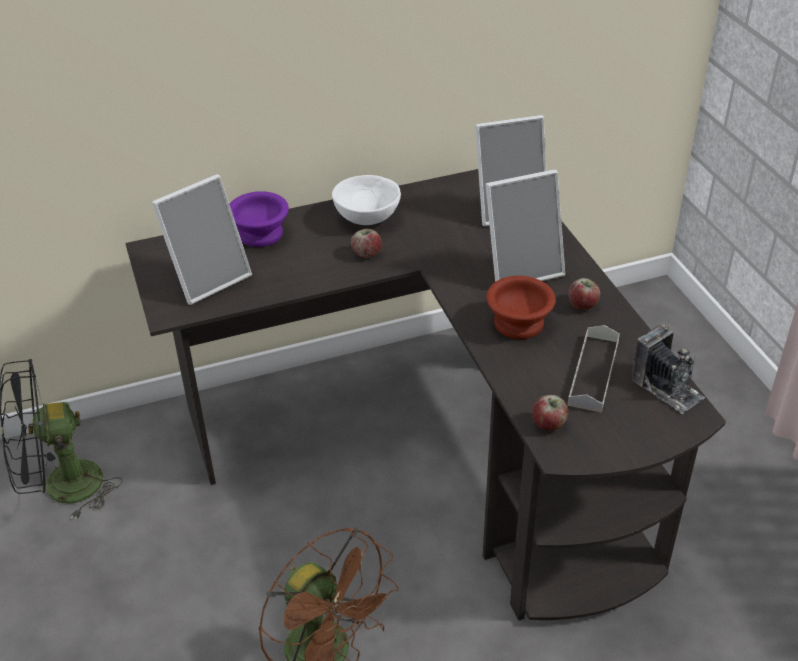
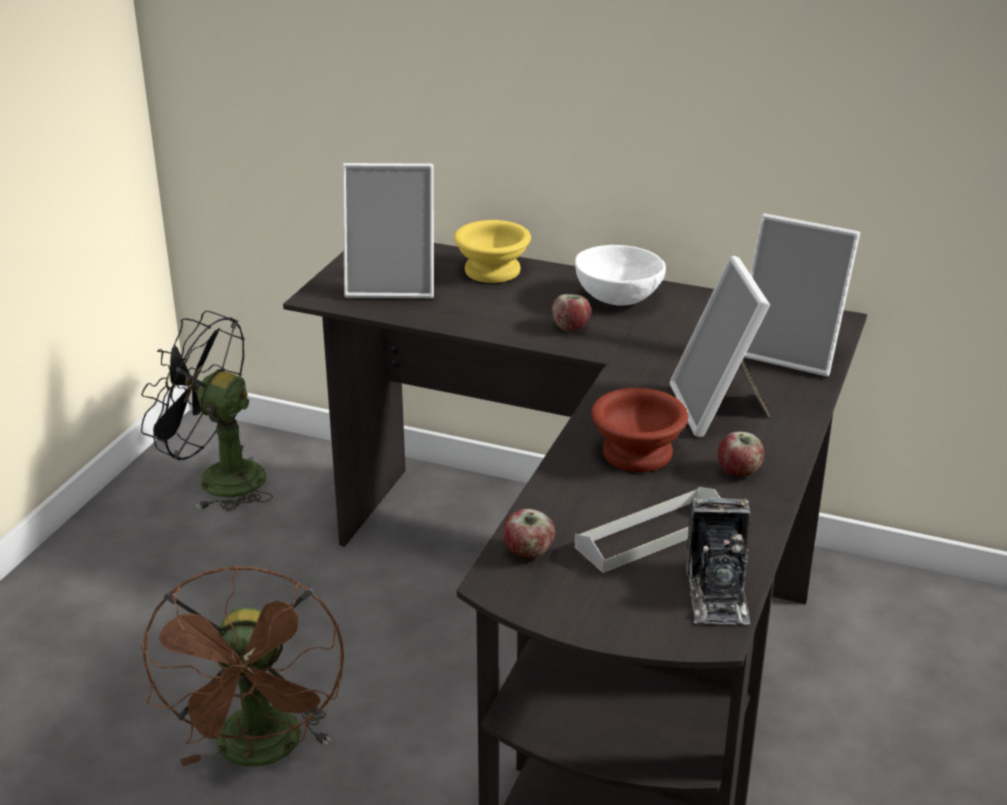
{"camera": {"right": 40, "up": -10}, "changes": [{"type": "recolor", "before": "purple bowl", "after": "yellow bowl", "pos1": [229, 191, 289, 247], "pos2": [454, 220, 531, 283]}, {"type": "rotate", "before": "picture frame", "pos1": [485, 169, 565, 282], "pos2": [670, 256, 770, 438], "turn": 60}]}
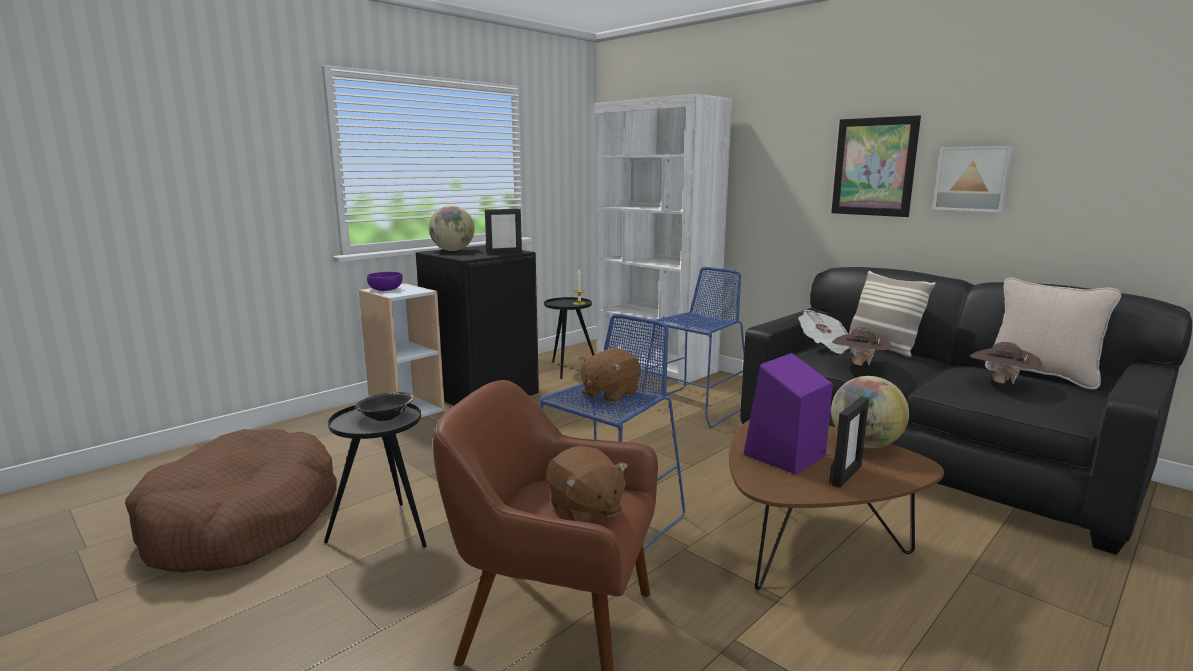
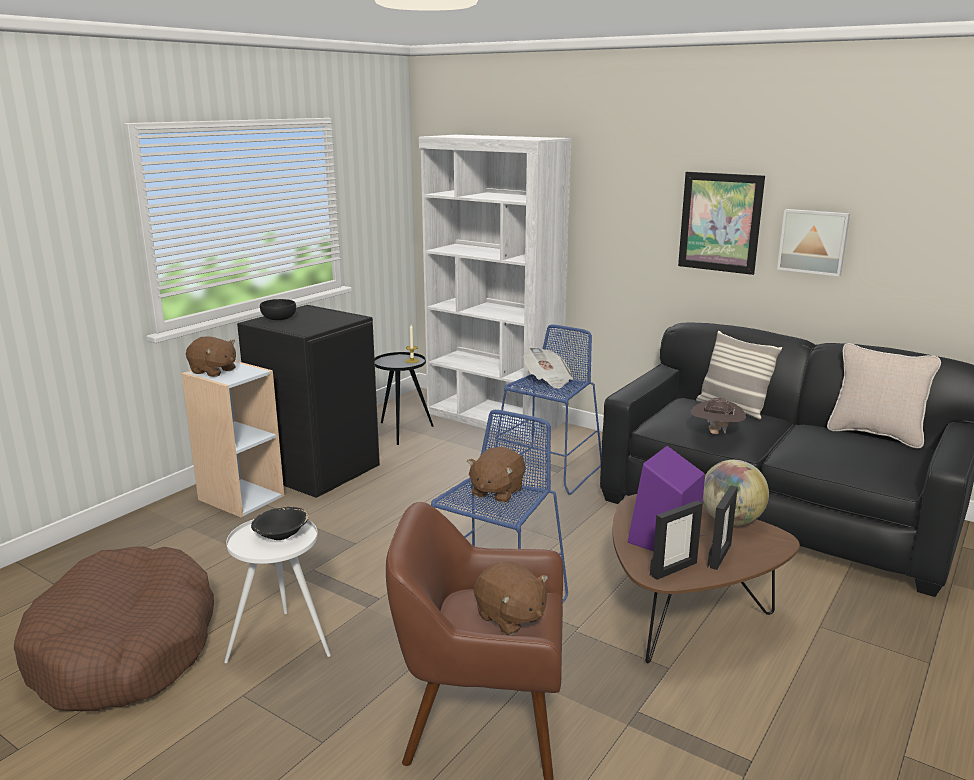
{"camera": {"right": -10, "up": 5}, "changes": [{"type": "delete", "before": "brown hat", "pos1": [970, 342, 1042, 384]}, {"type": "move", "before": "picture frame", "pos1": [485, 209, 522, 254], "pos2": [650, 500, 703, 580]}, {"type": "move", "before": "newspaper", "pos1": [798, 310, 850, 354], "pos2": [523, 347, 573, 389]}, {"type": "replace", "before": "purple bowl", "after": "brown plush toy", "pos1": [367, 272, 403, 291], "pos2": [186, 336, 236, 377]}, {"type": "replace", "before": "globe", "after": "black bowl", "pos1": [429, 206, 475, 251], "pos2": [260, 299, 296, 320]}, {"type": "recolor", "before": "black side table", "after": "white side table", "pos1": [324, 403, 427, 548], "pos2": [224, 519, 331, 663]}]}
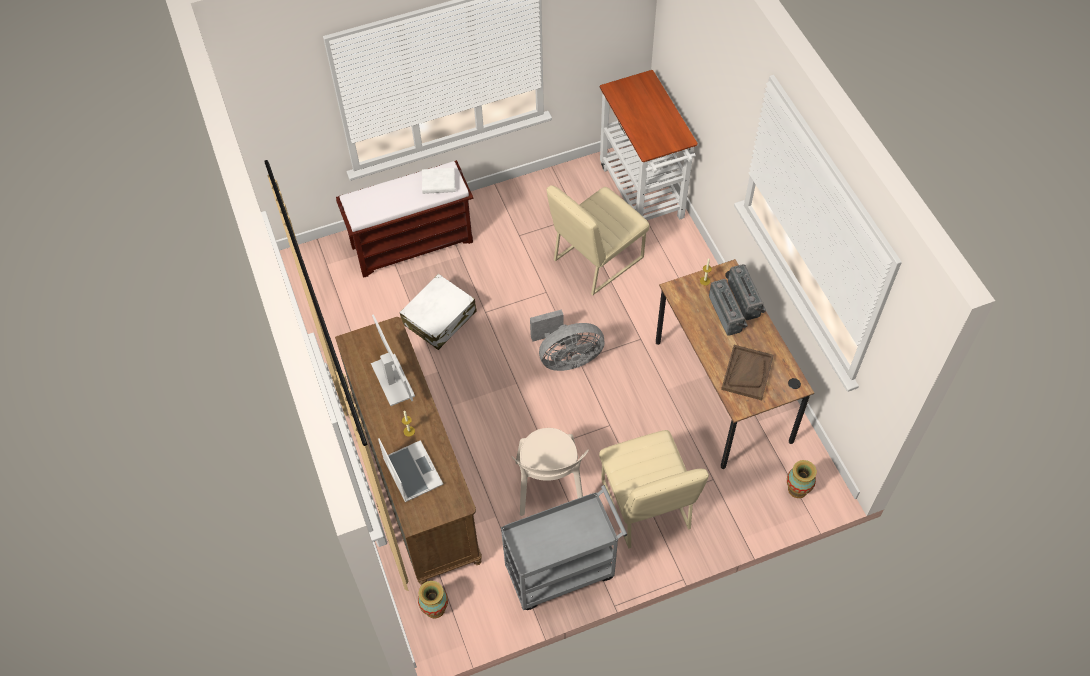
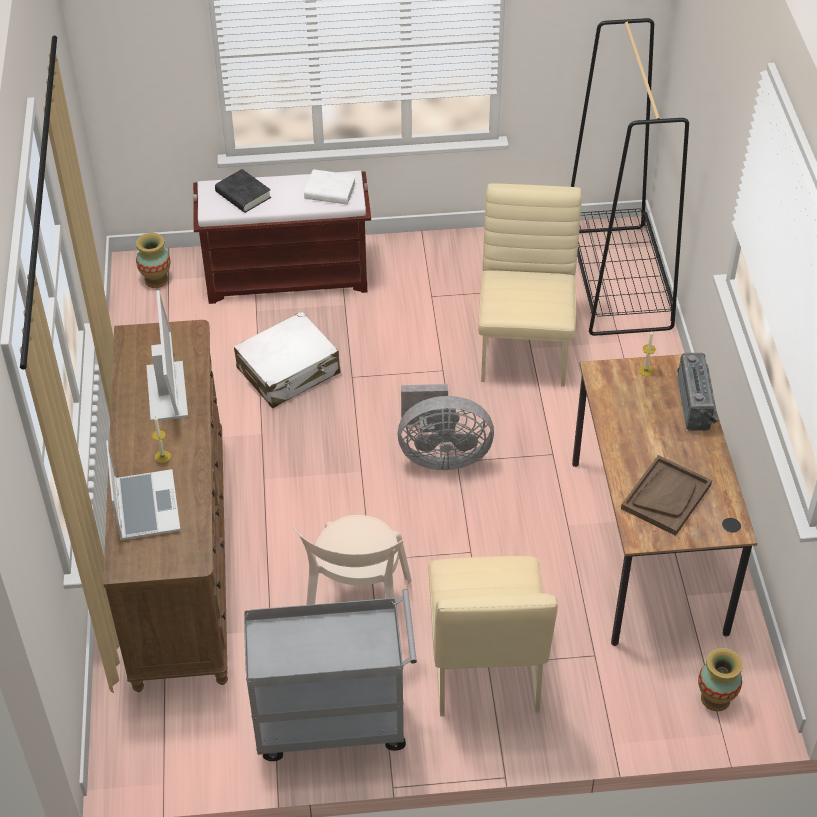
{"camera": {"right": 15, "up": -10}, "changes": [{"type": "delete", "before": "radio", "pos1": [709, 279, 748, 336]}, {"type": "insert", "after": "black book", "pos2": [215, 169, 271, 213]}, {"type": "move", "before": "vase", "pos1": [418, 581, 448, 618], "pos2": [136, 233, 171, 288]}, {"type": "replace", "before": "white cart", "after": "black clothes rack", "pos1": [600, 70, 698, 220], "pos2": [571, 18, 689, 336]}, {"type": "rotate", "before": "beige chair", "pos1": [547, 185, 649, 295], "pos2": [478, 183, 582, 386], "turn": 120}]}
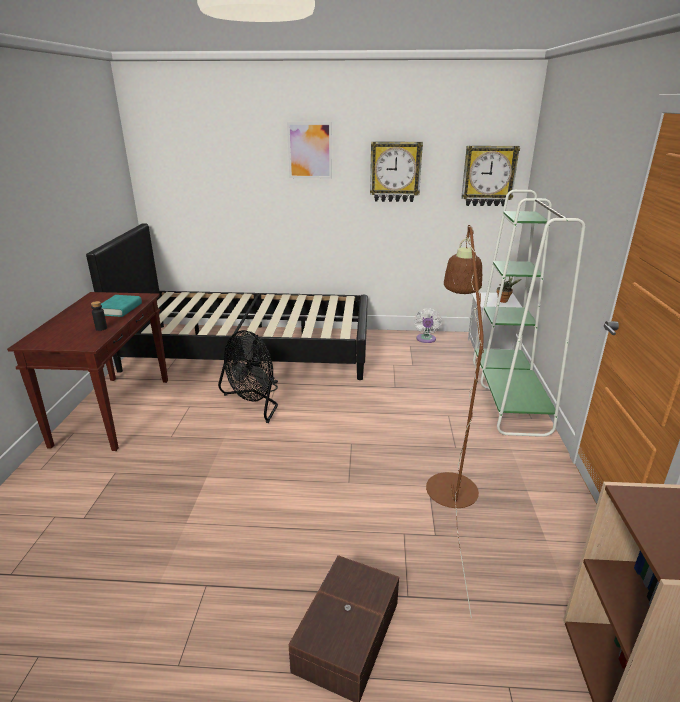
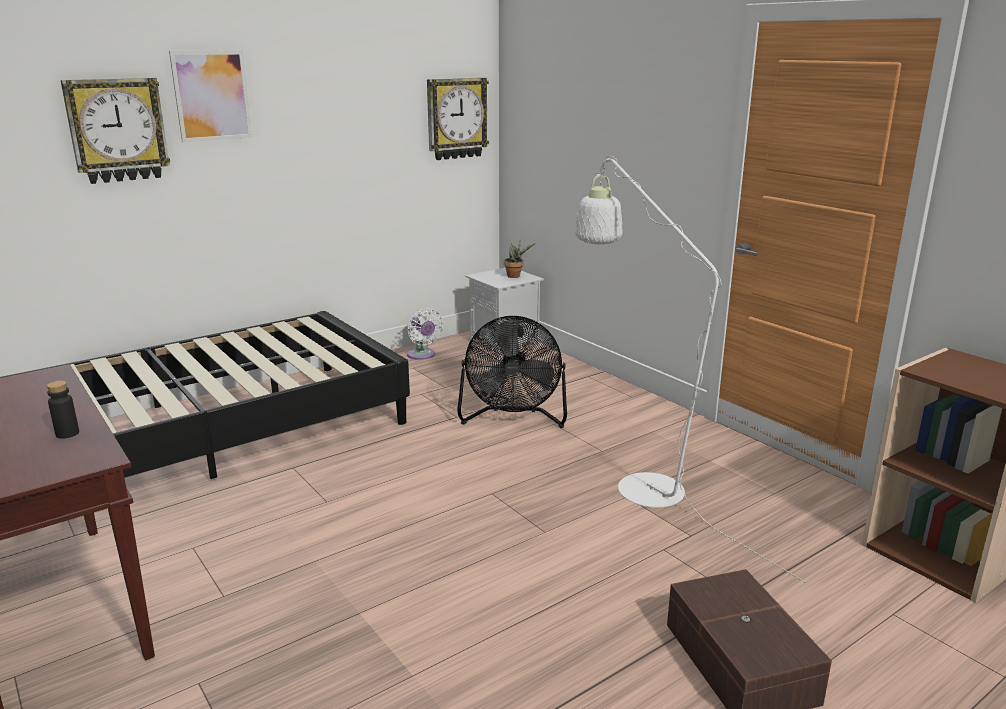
{"camera": {"right": -40, "up": -5}, "changes": [{"type": "delete", "before": "turquoise book", "pos1": [101, 295, 142, 317]}, {"type": "delete", "before": "green clothes rack", "pos1": [473, 190, 586, 437]}, {"type": "move", "before": "black fan", "pos1": [218, 330, 278, 423], "pos2": [457, 316, 567, 428]}, {"type": "move", "before": "wall clock", "pos1": [370, 141, 423, 202], "pos2": [61, 78, 170, 184]}, {"type": "recolor", "before": "brown floor lamp", "after": "white floor lamp", "pos1": [426, 225, 484, 619], "pos2": [575, 156, 807, 584]}]}
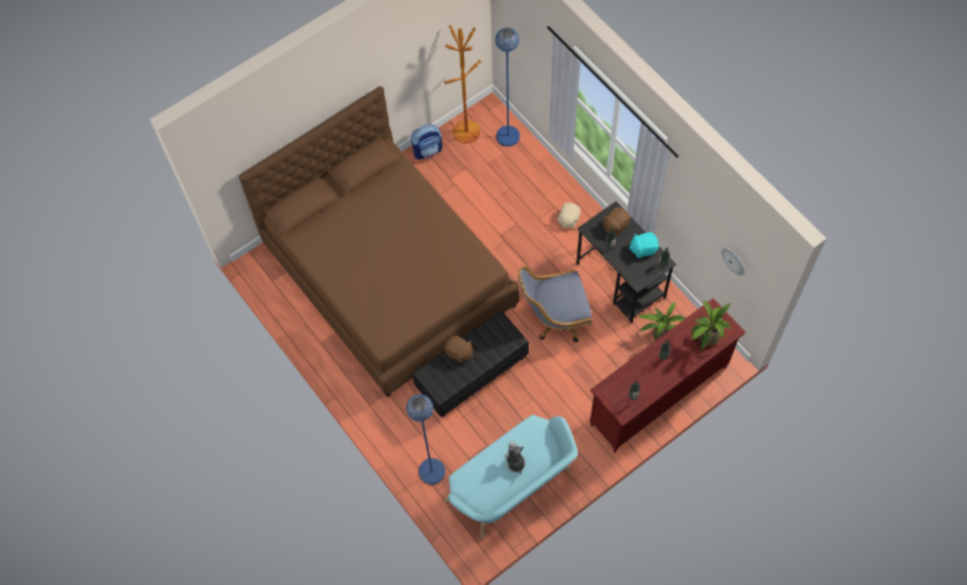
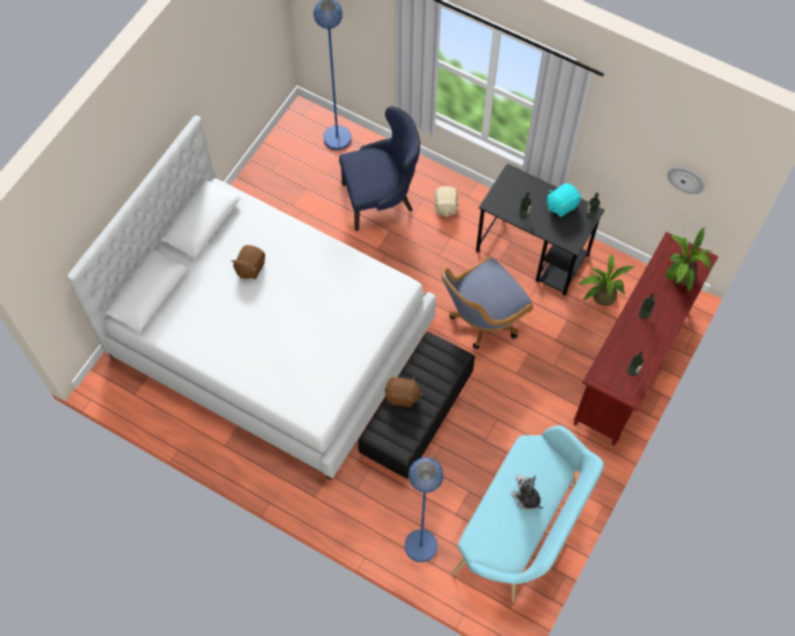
{"camera": {"right": -25, "up": 0}, "changes": [{"type": "delete", "before": "backpack", "pos1": [411, 124, 442, 159]}, {"type": "delete", "before": "orange clothes rack", "pos1": [445, 25, 481, 144]}, {"type": "insert", "after": "blue chair", "pos2": [339, 106, 420, 231]}, {"type": "move", "before": "brown plush toy", "pos1": [603, 207, 631, 236], "pos2": [232, 245, 265, 279]}, {"type": "recolor", "before": "brown bed", "after": "white bed", "pos1": [239, 86, 519, 397], "pos2": [67, 116, 436, 480]}]}
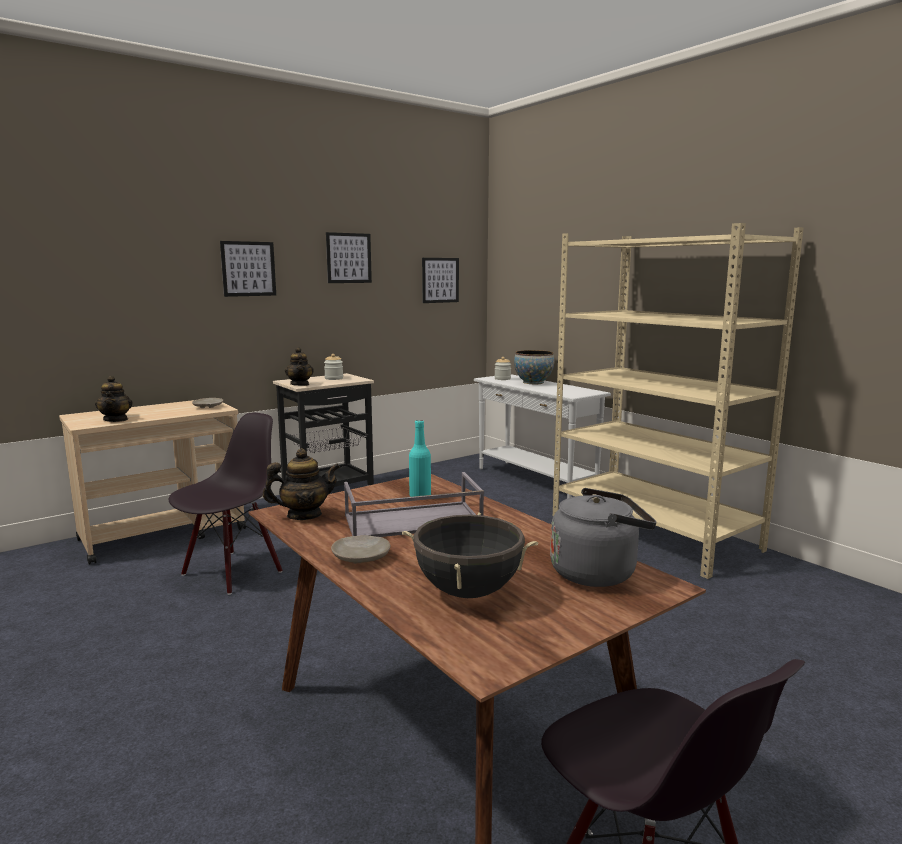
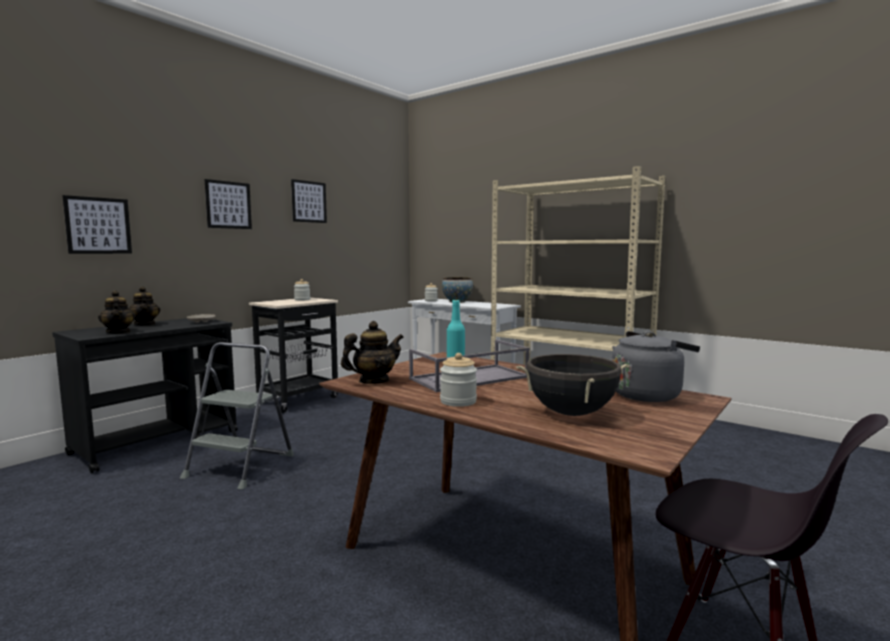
{"camera": {"right": -15, "up": -5}, "changes": [{"type": "move", "before": "teapot", "pos1": [285, 347, 314, 386], "pos2": [128, 286, 160, 325]}, {"type": "move", "before": "picture", "pos1": [422, 258, 459, 303], "pos2": [62, 195, 132, 254]}, {"type": "replace", "before": "black chair", "after": "grey step ladder", "pos1": [169, 413, 283, 595], "pos2": [180, 342, 294, 489]}, {"type": "replace", "before": "beige plate", "after": "jar", "pos1": [331, 535, 390, 564], "pos2": [440, 353, 477, 407]}, {"type": "recolor", "before": "beige cart", "after": "black cart", "pos1": [59, 400, 246, 565], "pos2": [52, 318, 238, 473]}]}
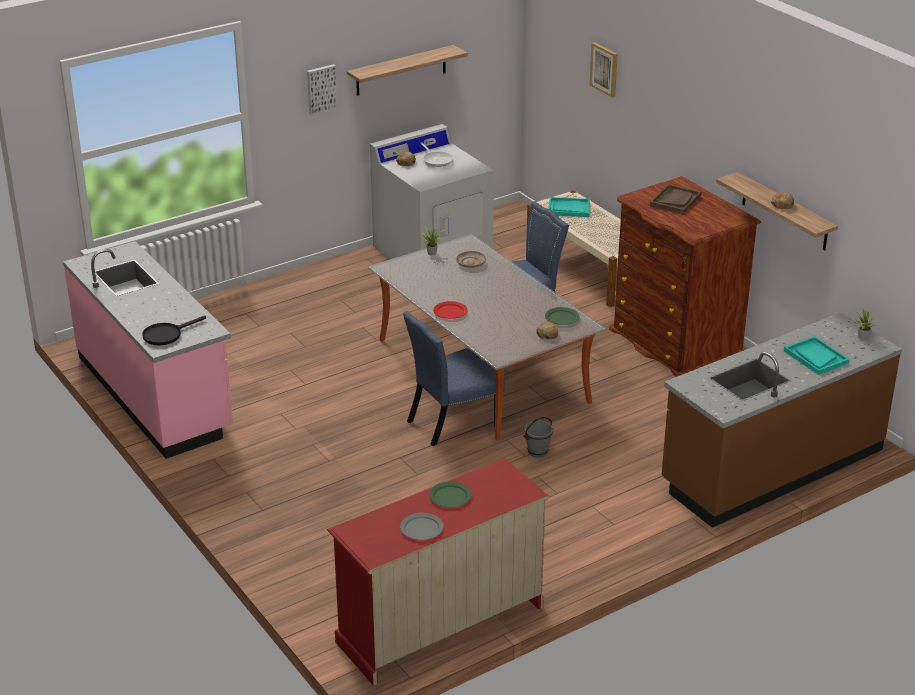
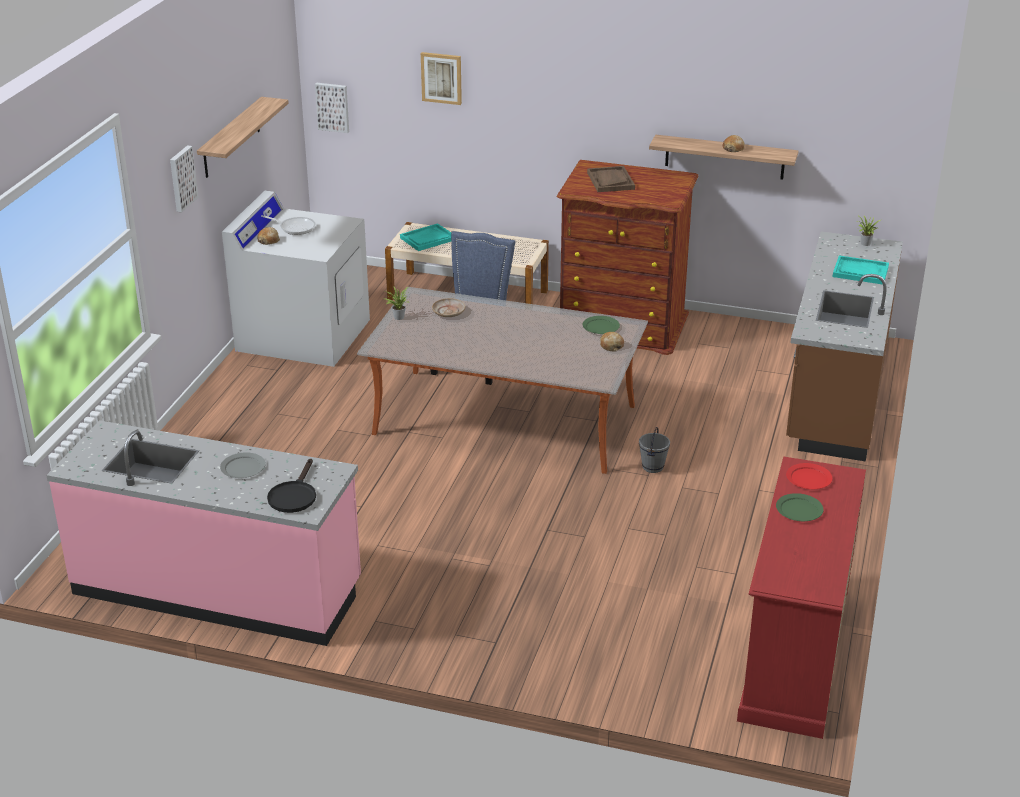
{"camera": {"right": -40, "up": 0}, "changes": [{"type": "delete", "before": "blue chair", "pos1": [403, 311, 505, 446]}, {"type": "insert", "after": "picture", "pos2": [315, 83, 349, 133]}, {"type": "move", "before": "grey plate", "pos1": [400, 513, 444, 540], "pos2": [220, 452, 266, 478]}, {"type": "move", "before": "red plate", "pos1": [433, 301, 467, 319], "pos2": [786, 463, 832, 489]}]}
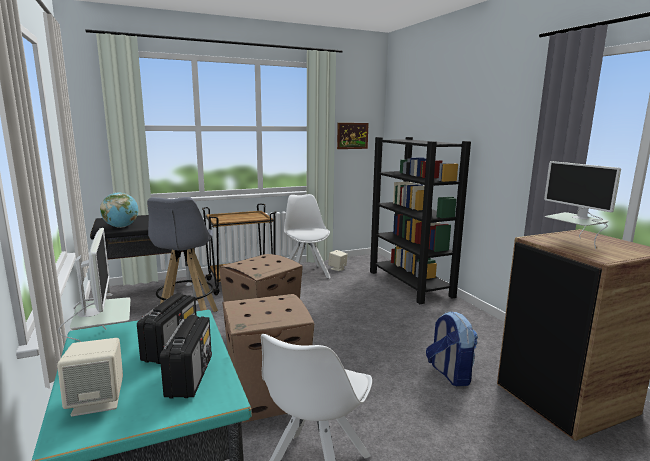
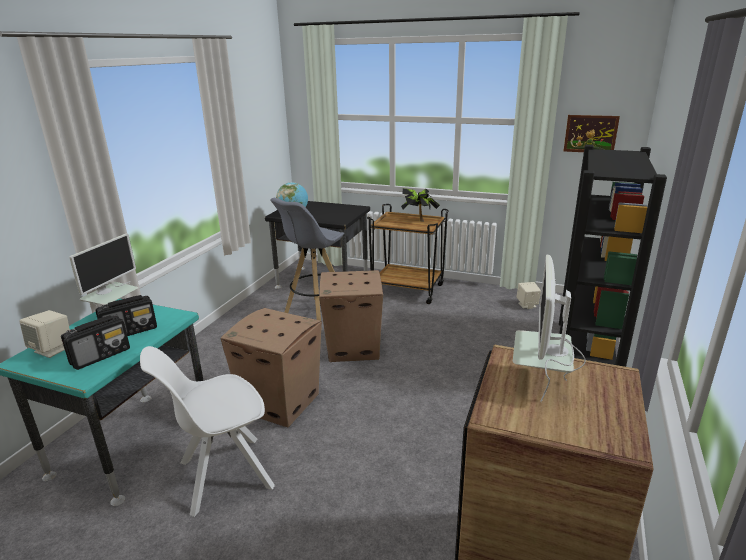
{"camera": {"right": 45, "up": 10}, "changes": [{"type": "delete", "before": "white chair", "pos1": [284, 194, 331, 278]}, {"type": "delete", "before": "backpack", "pos1": [426, 311, 478, 386]}, {"type": "insert", "after": "potted plant", "pos2": [401, 188, 440, 222]}]}
